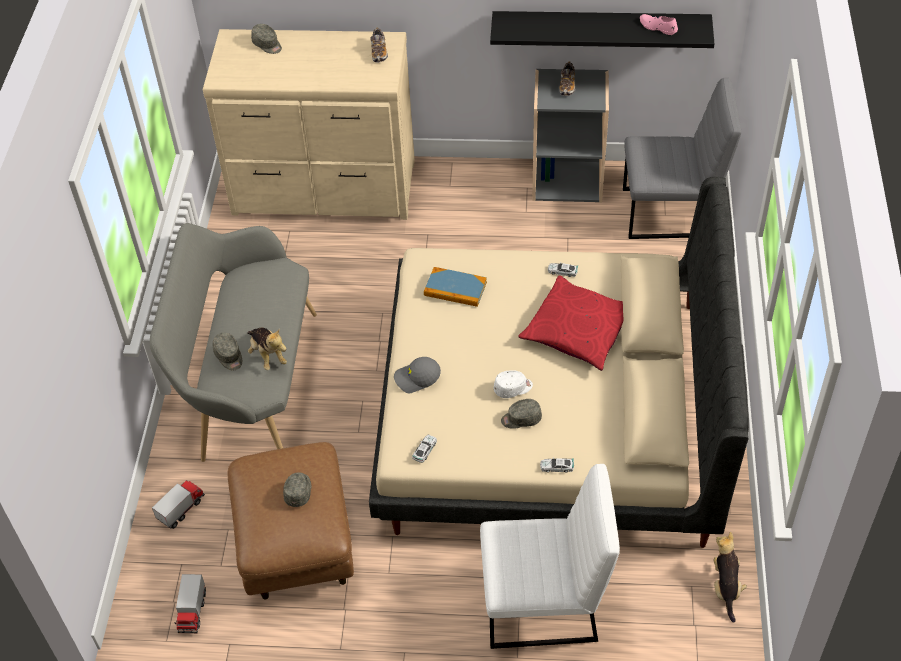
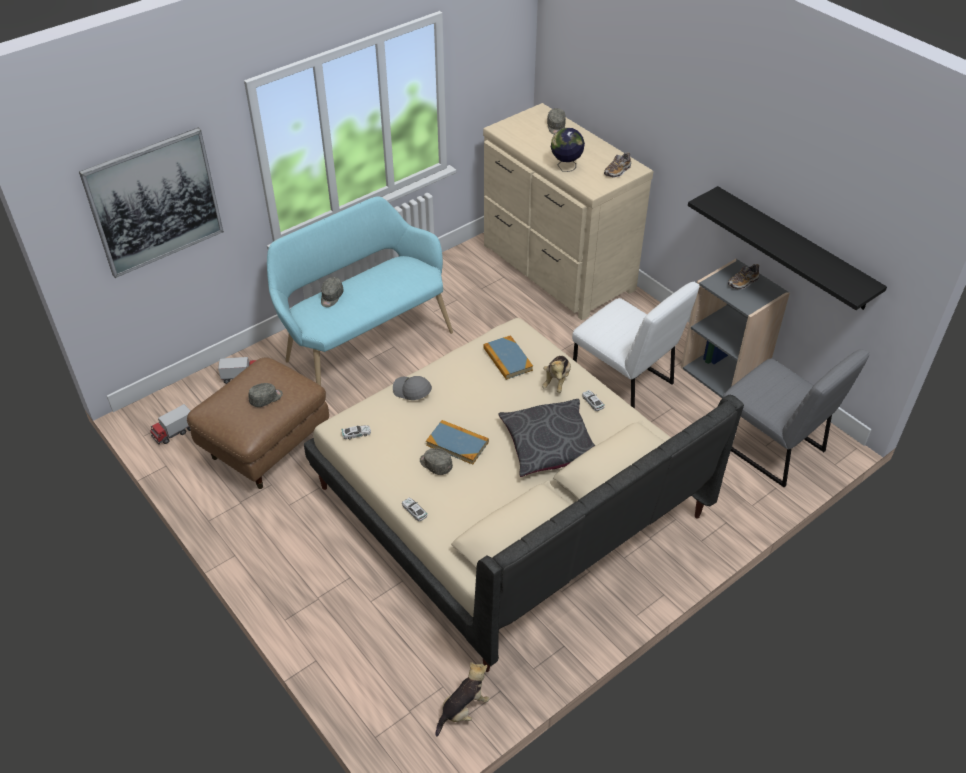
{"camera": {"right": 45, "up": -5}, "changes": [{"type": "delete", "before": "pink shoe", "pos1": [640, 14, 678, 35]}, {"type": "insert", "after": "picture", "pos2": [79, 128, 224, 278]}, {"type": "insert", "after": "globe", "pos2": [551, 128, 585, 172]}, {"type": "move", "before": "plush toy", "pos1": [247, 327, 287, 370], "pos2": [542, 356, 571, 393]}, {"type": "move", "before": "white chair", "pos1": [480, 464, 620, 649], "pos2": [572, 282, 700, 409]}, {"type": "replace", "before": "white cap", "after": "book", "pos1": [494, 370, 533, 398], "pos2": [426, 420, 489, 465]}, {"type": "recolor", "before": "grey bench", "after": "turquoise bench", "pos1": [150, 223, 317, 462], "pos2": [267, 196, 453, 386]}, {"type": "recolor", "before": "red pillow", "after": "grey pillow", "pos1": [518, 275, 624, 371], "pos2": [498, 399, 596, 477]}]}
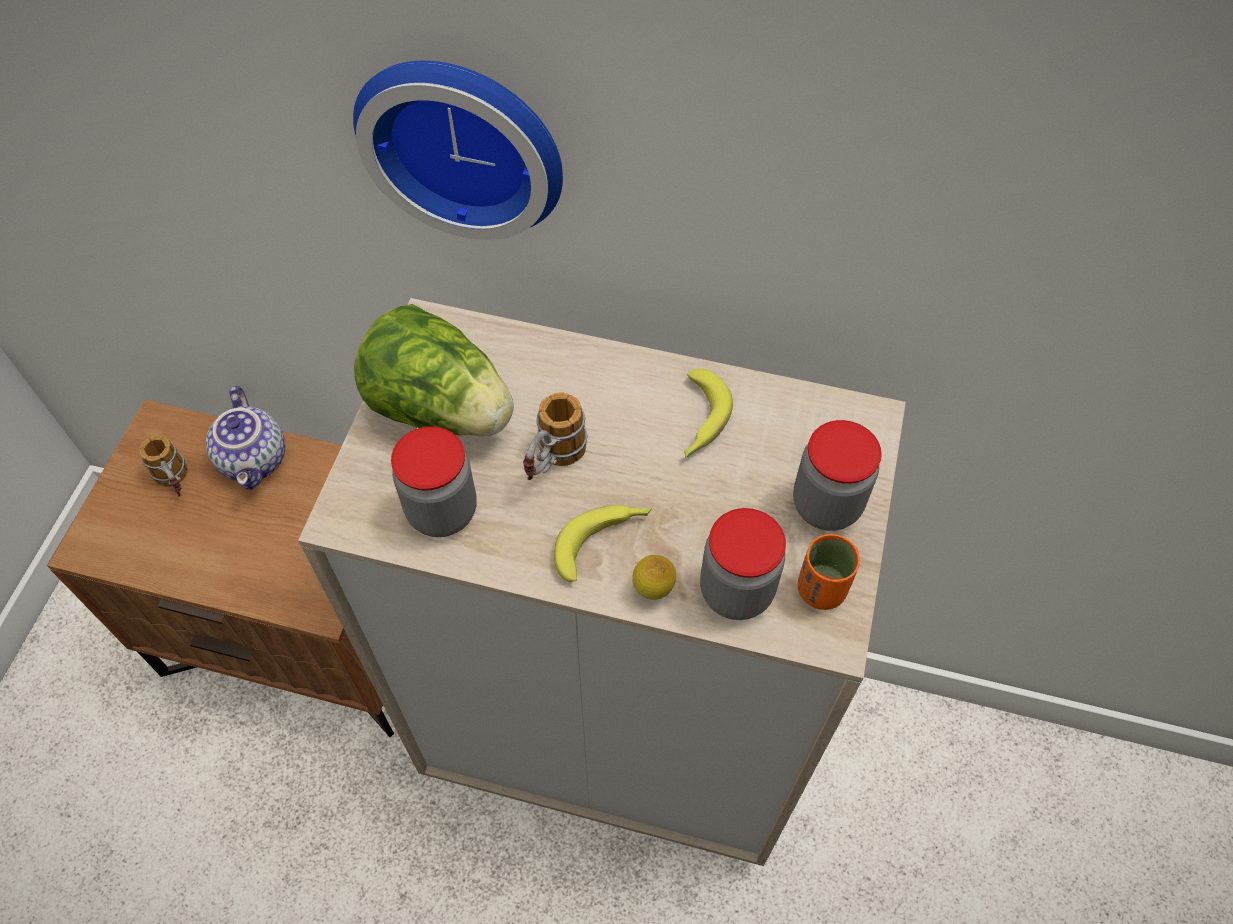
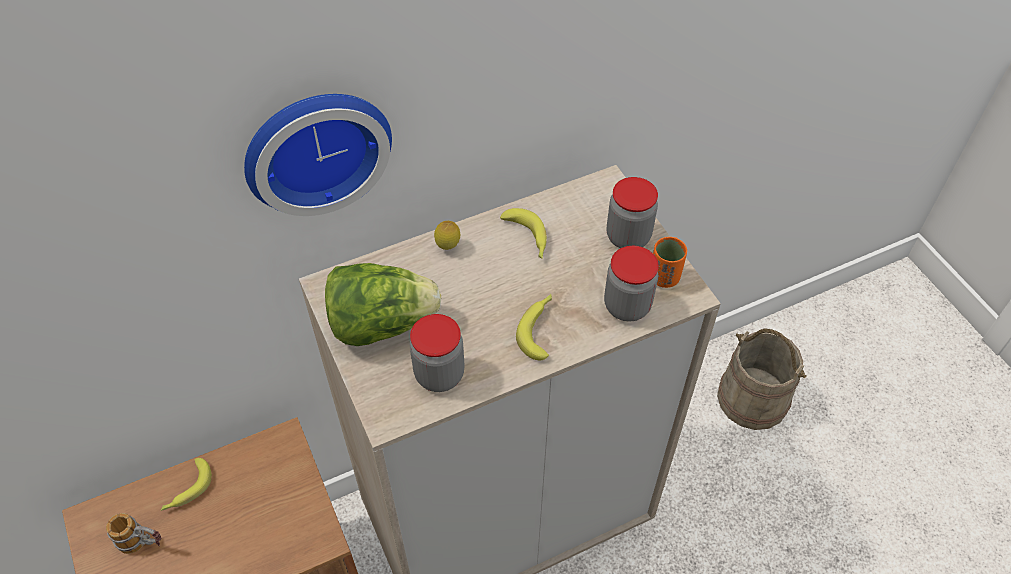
{"camera": {"right": -40, "up": -5}, "changes": [{"type": "delete", "before": "mug", "pos1": [523, 392, 587, 480]}, {"type": "insert", "after": "beige bucket", "pos2": [717, 329, 807, 430]}, {"type": "move", "before": "lemon", "pos1": [632, 555, 676, 600], "pos2": [434, 221, 460, 250]}, {"type": "replace", "before": "teapot", "after": "banana", "pos1": [206, 386, 285, 490], "pos2": [161, 458, 212, 511]}]}
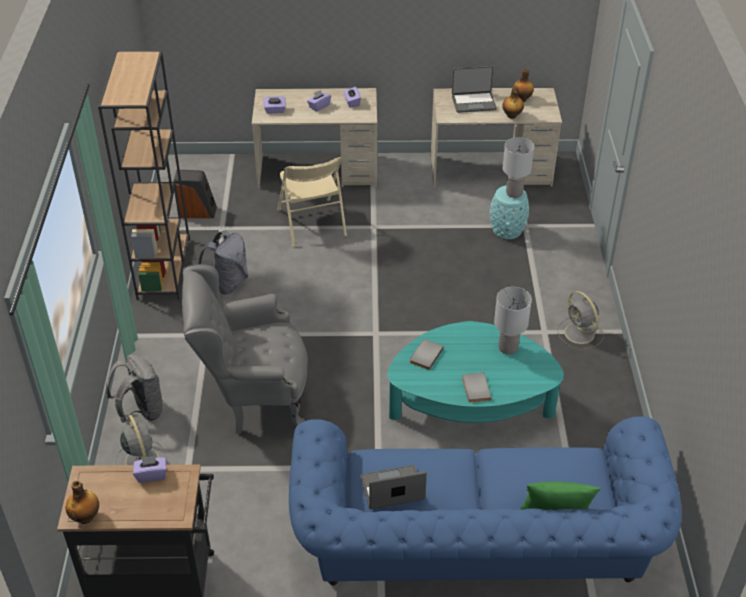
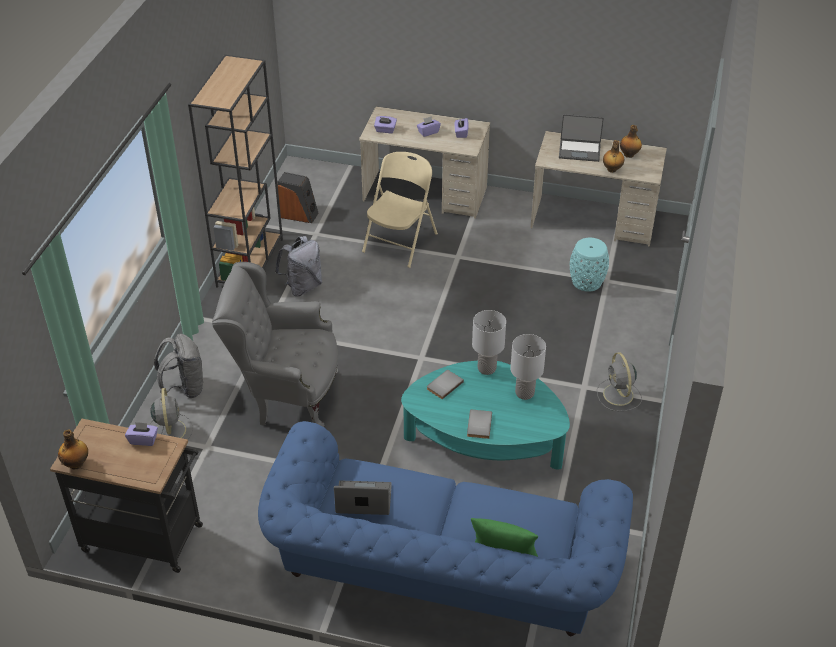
{"camera": {"right": 15, "up": 0}, "changes": [{"type": "move", "before": "grey table lamp", "pos1": [503, 137, 534, 198], "pos2": [472, 310, 506, 375]}, {"type": "rotate", "before": "beige chair", "pos1": [277, 157, 347, 247], "pos2": [362, 152, 438, 268], "turn": -150}]}
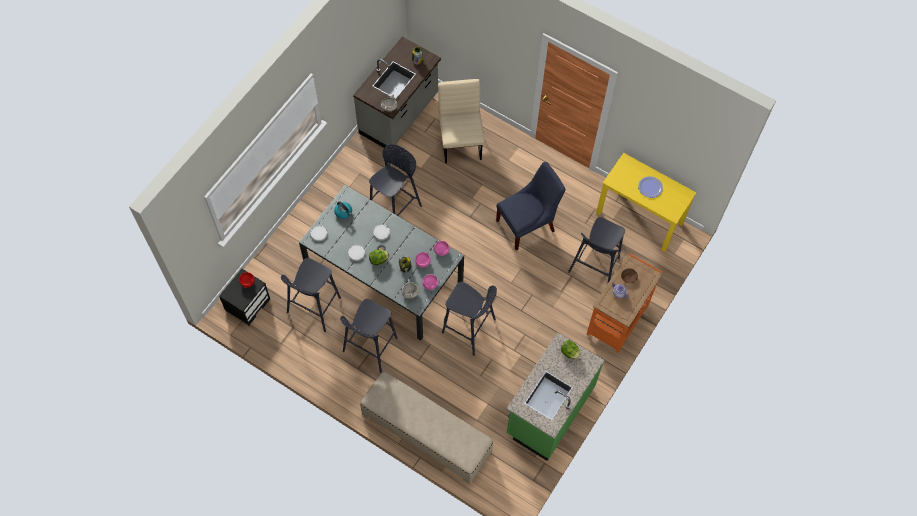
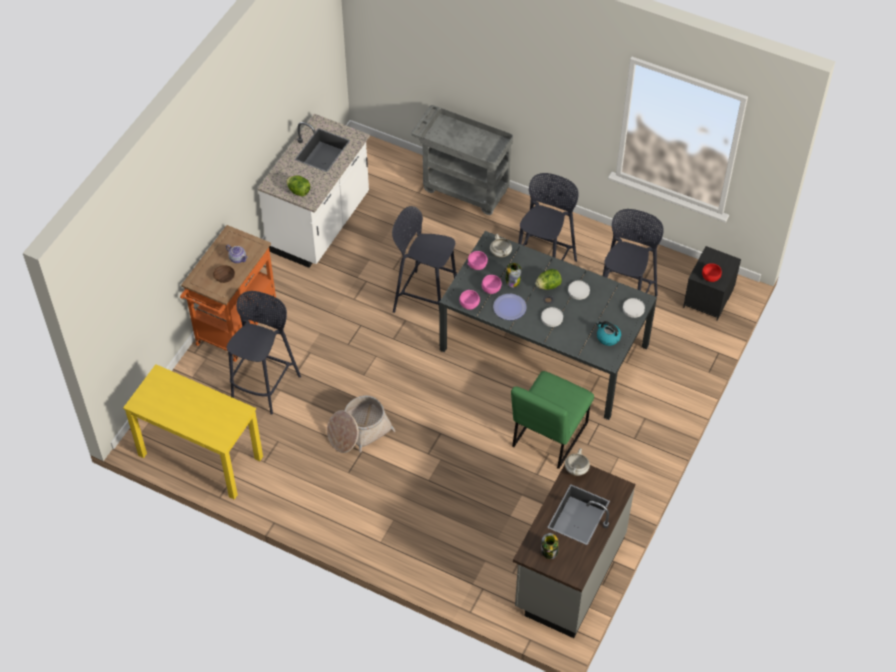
{"camera": {"right": 175, "up": -10}, "changes": [{"type": "delete", "before": "beige chair", "pos1": [438, 79, 485, 163]}, {"type": "move", "before": "plate", "pos1": [638, 176, 663, 198], "pos2": [493, 294, 527, 320]}, {"type": "replace", "before": "beige bench", "after": "grey cart", "pos1": [360, 371, 493, 484], "pos2": [412, 105, 513, 215]}, {"type": "replace", "before": "grey stool", "after": "green chair", "pos1": [369, 144, 422, 217], "pos2": [511, 371, 594, 469]}, {"type": "replace", "before": "blue chair", "after": "basket", "pos1": [496, 162, 565, 250], "pos2": [327, 395, 396, 453]}, {"type": "recolor", "before": "green counter", "after": "white counter", "pos1": [507, 332, 604, 461], "pos2": [257, 114, 370, 268]}]}
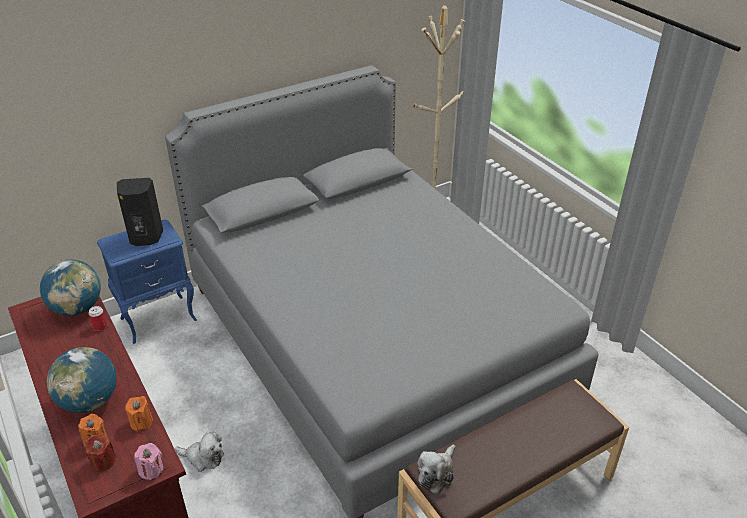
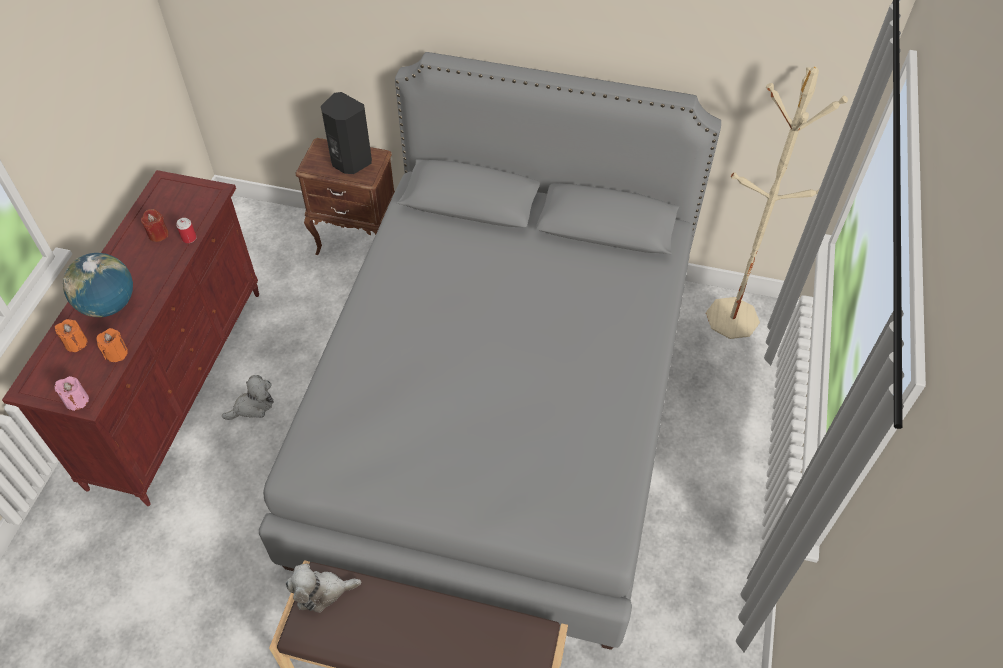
{"camera": {"right": 45, "up": 15}, "changes": [{"type": "delete", "before": "globe", "pos1": [40, 259, 101, 316]}, {"type": "move", "before": "red candle", "pos1": [85, 435, 116, 472], "pos2": [141, 209, 169, 242]}, {"type": "recolor", "before": "blue nightstand", "after": "brown nightstand", "pos1": [97, 219, 197, 344], "pos2": [296, 138, 395, 255]}, {"type": "rotate", "before": "plush toy", "pos1": [175, 431, 224, 472], "pos2": [222, 375, 274, 420], "turn": -90}]}
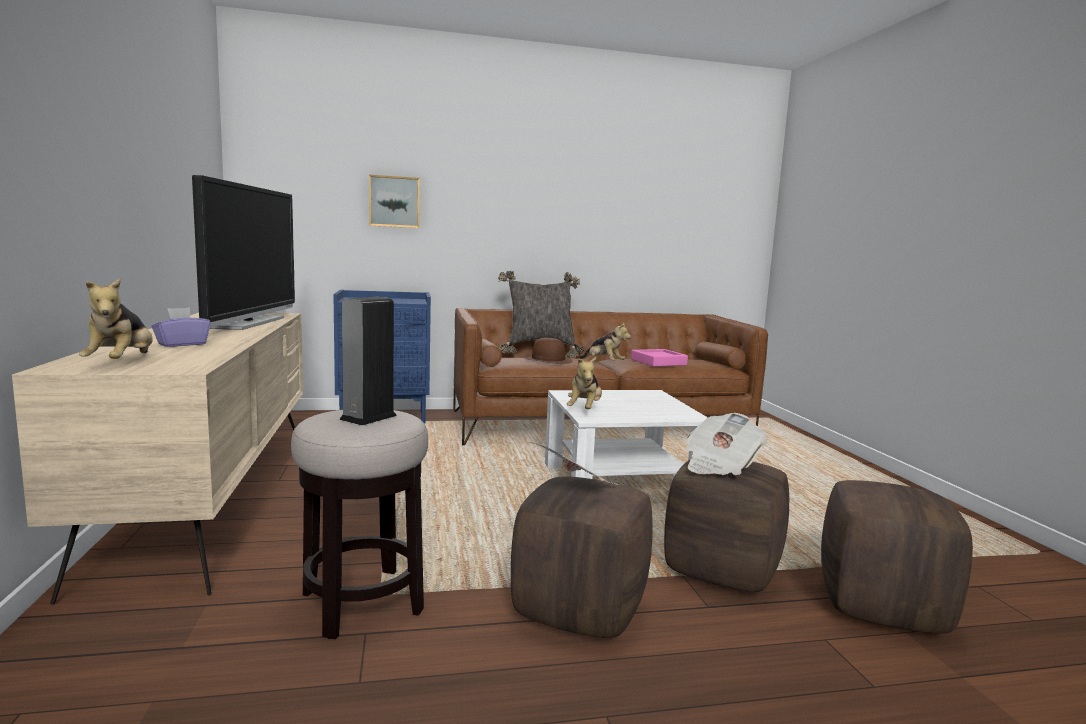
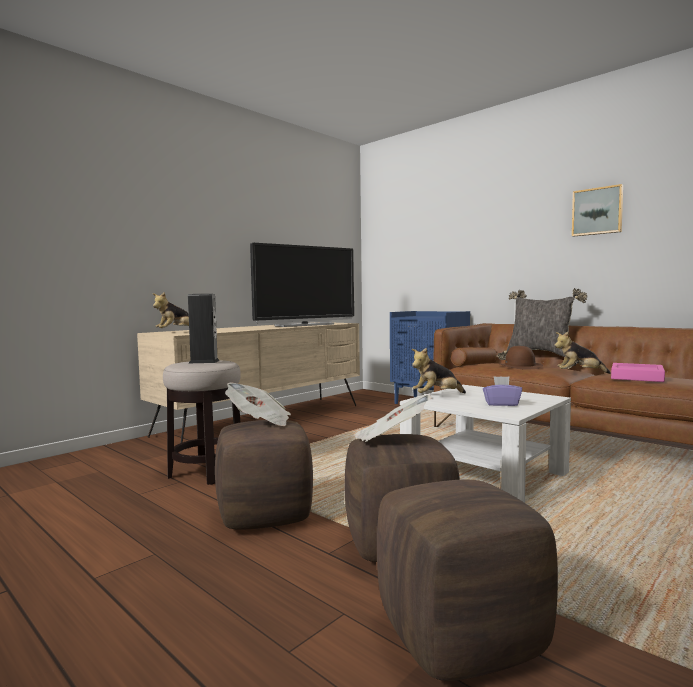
{"camera": {"right": 55, "up": -5}, "changes": [{"type": "move", "before": "purple tissue box", "pos1": [151, 307, 211, 347], "pos2": [483, 376, 522, 406]}, {"type": "move", "before": "picture", "pos1": [369, 175, 420, 228], "pos2": [572, 184, 623, 237]}, {"type": "rotate", "before": "plush toy", "pos1": [579, 322, 631, 360], "pos2": [554, 332, 611, 374], "turn": 90}]}
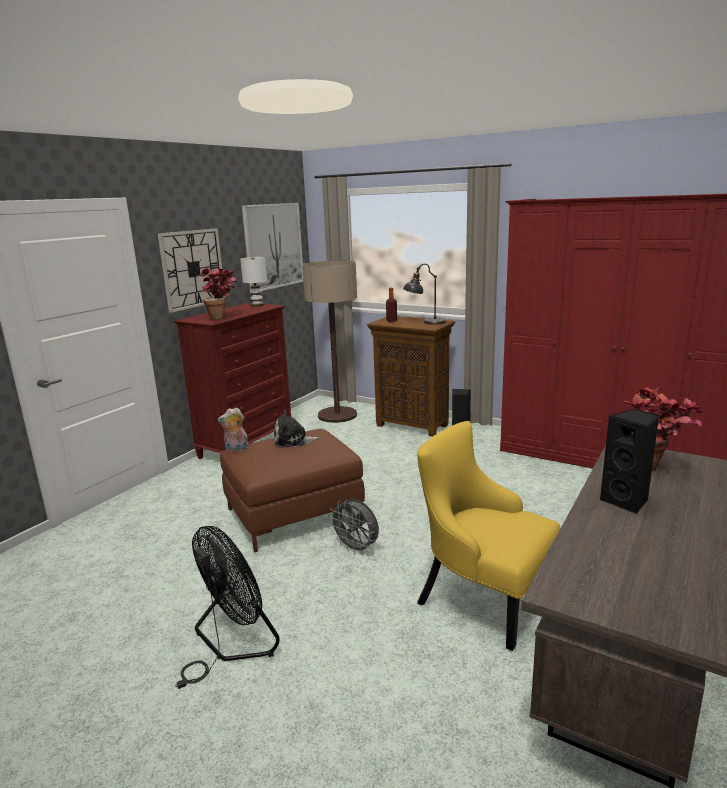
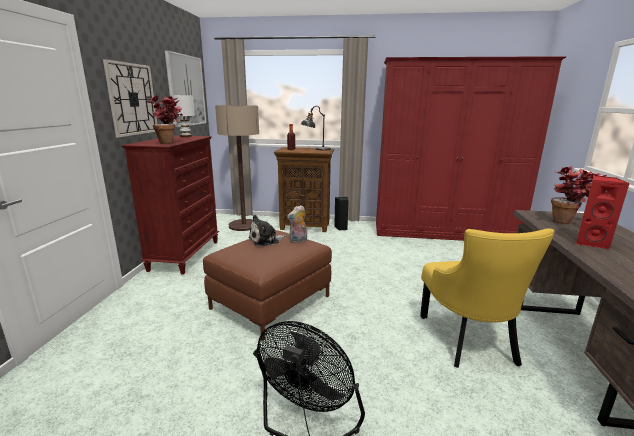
{"camera": {"right": -25, "up": 0}, "changes": [{"type": "delete", "before": "grey fan", "pos1": [328, 499, 379, 554]}, {"type": "move", "before": "plush toy", "pos1": [218, 407, 249, 452], "pos2": [287, 205, 307, 243]}, {"type": "recolor", "before": "black speaker", "after": "red speaker", "pos1": [600, 409, 659, 514], "pos2": [576, 176, 630, 249]}, {"type": "rotate", "before": "yellow chair", "pos1": [417, 421, 561, 651], "pos2": [420, 229, 555, 368], "turn": -105}]}
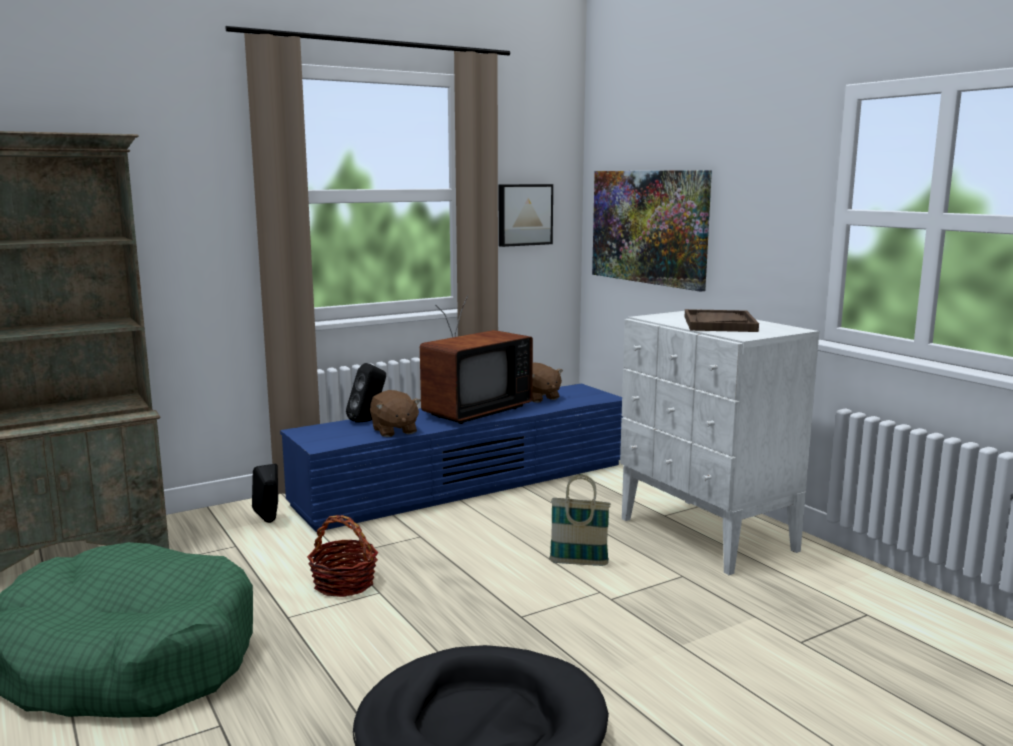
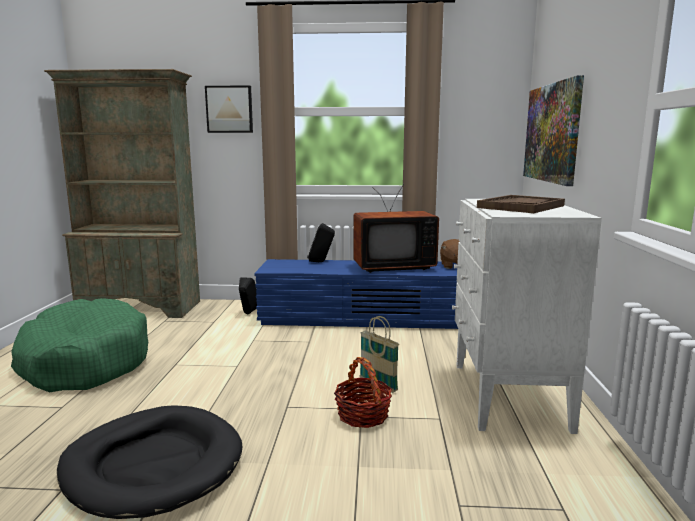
{"camera": {"right": 35, "up": 0}, "changes": [{"type": "delete", "before": "brown plush toy", "pos1": [370, 390, 421, 437]}, {"type": "move", "before": "basket", "pos1": [307, 515, 378, 597], "pos2": [334, 357, 392, 428]}, {"type": "move", "before": "picture", "pos1": [499, 184, 553, 247], "pos2": [205, 85, 253, 133]}]}
